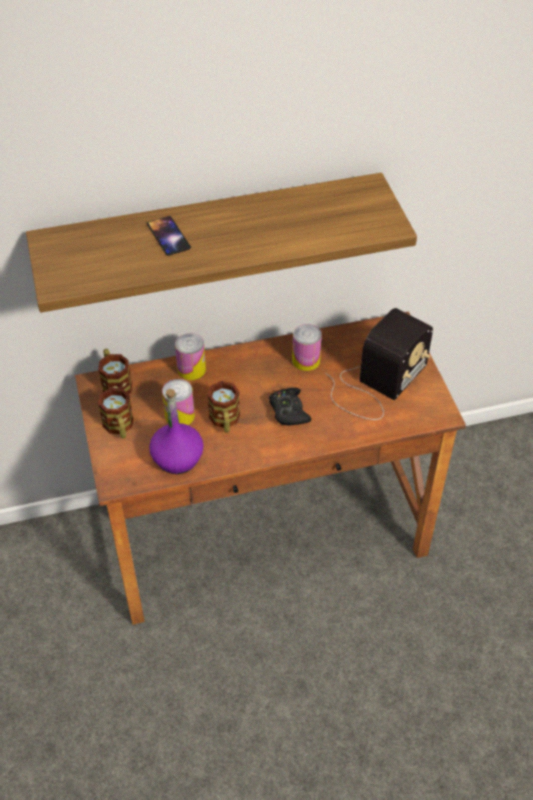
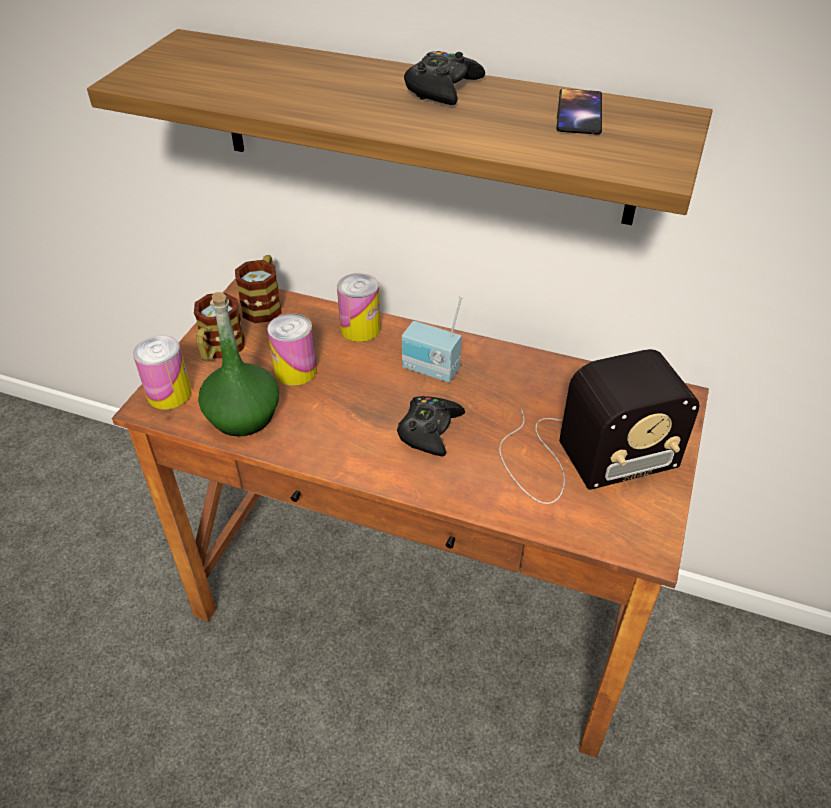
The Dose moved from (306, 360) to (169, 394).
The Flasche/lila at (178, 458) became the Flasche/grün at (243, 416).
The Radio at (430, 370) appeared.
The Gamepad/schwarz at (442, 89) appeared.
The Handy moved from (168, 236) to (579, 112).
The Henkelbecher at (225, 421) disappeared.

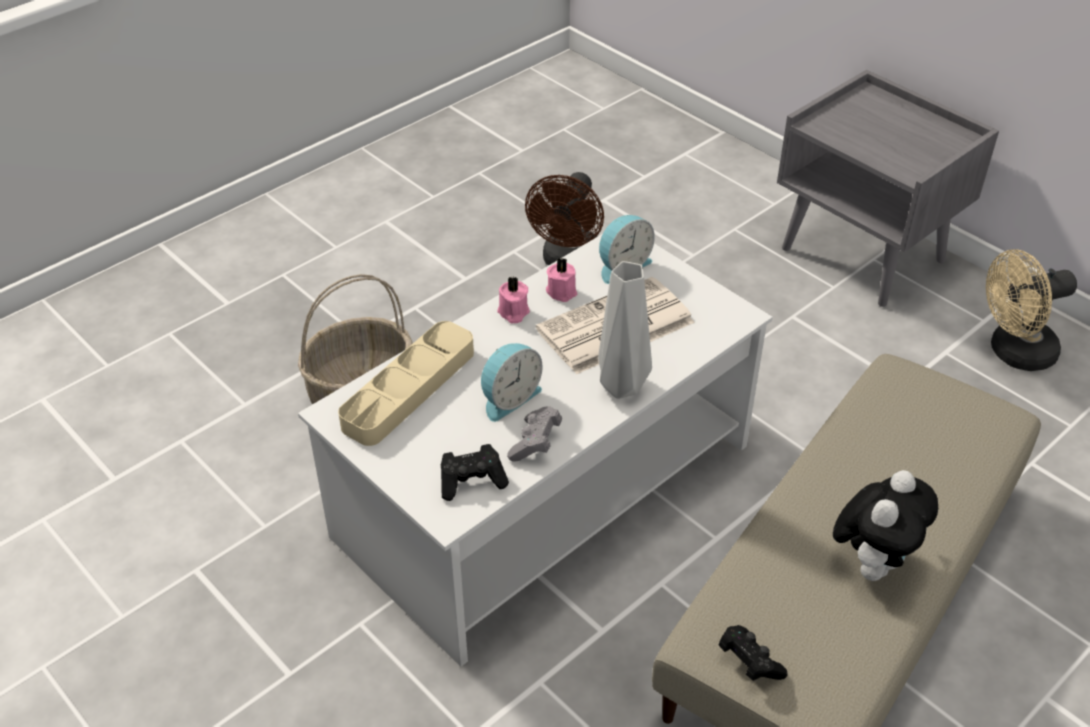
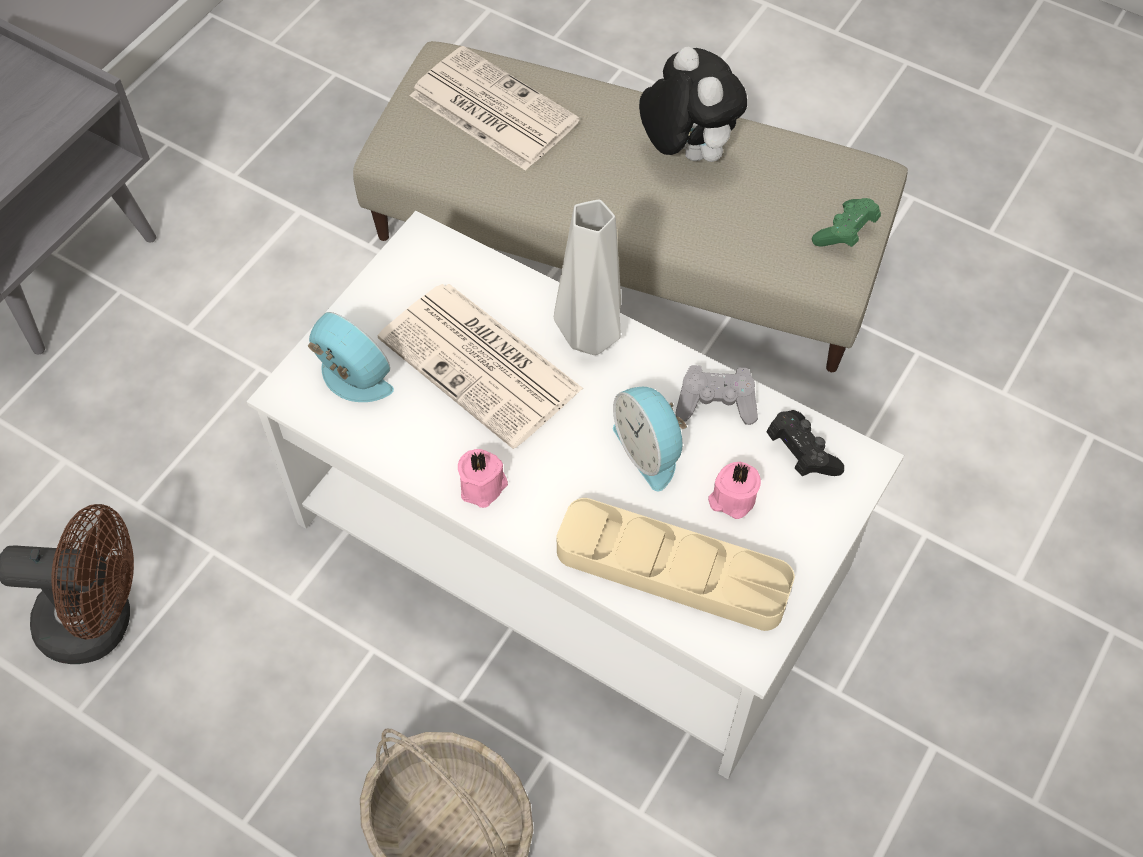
The Zeitung at (491, 109) appeared.
The Wecker at (508, 398) turned 150 degrees counterclockwise.
The Plüschtier at (873, 562) turned 45 degrees clockwise.
The Kerze/rosa moved from (562, 291) to (732, 499).
The Gamepad/schwarz at (748, 662) became the Gamepad/grün at (845, 233).
The Ventilator/beige at (1013, 353) disappeared.

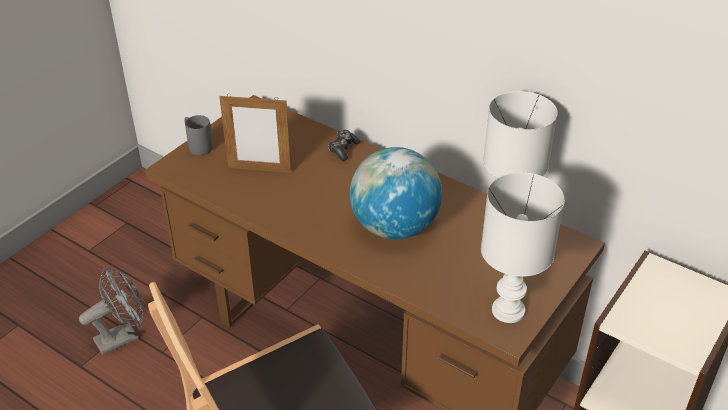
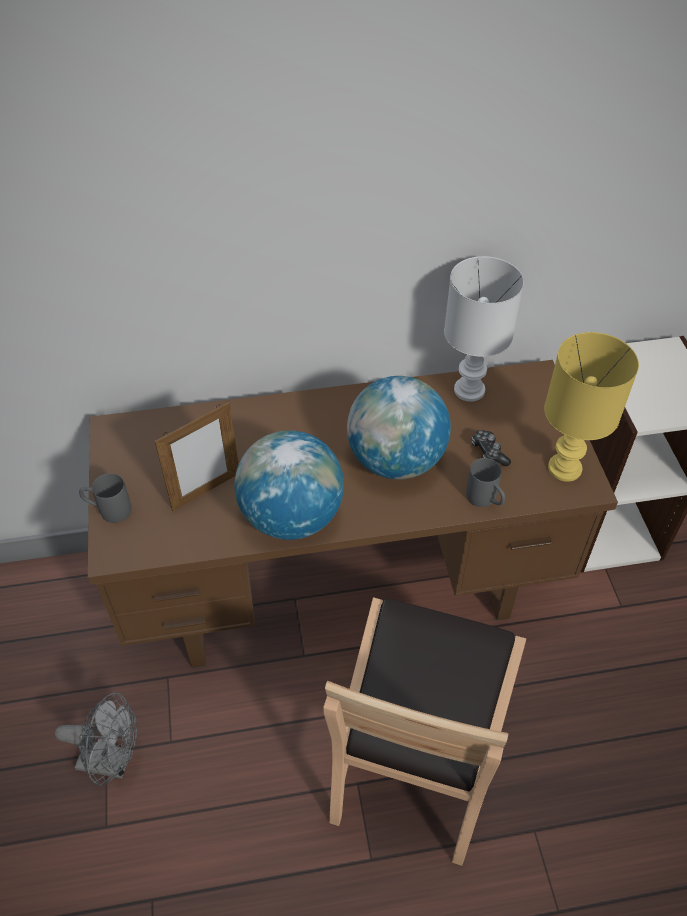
The Ventilator/grau at (123, 337) turned 90 degrees clockwise.
The Globus at (291, 516) appeared.
The Henkelbecher/grau at (485, 500) appeared.
The Gamepad moved from (343, 149) to (488, 453).
The Tischlampe/weiß at (507, 311) became the Tischlampe/gelb at (565, 469).

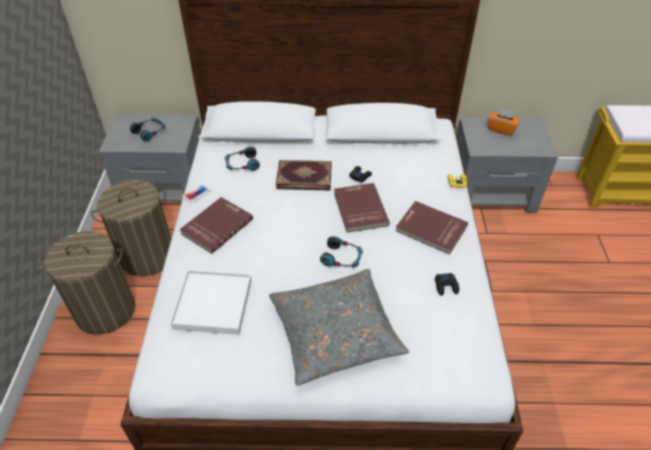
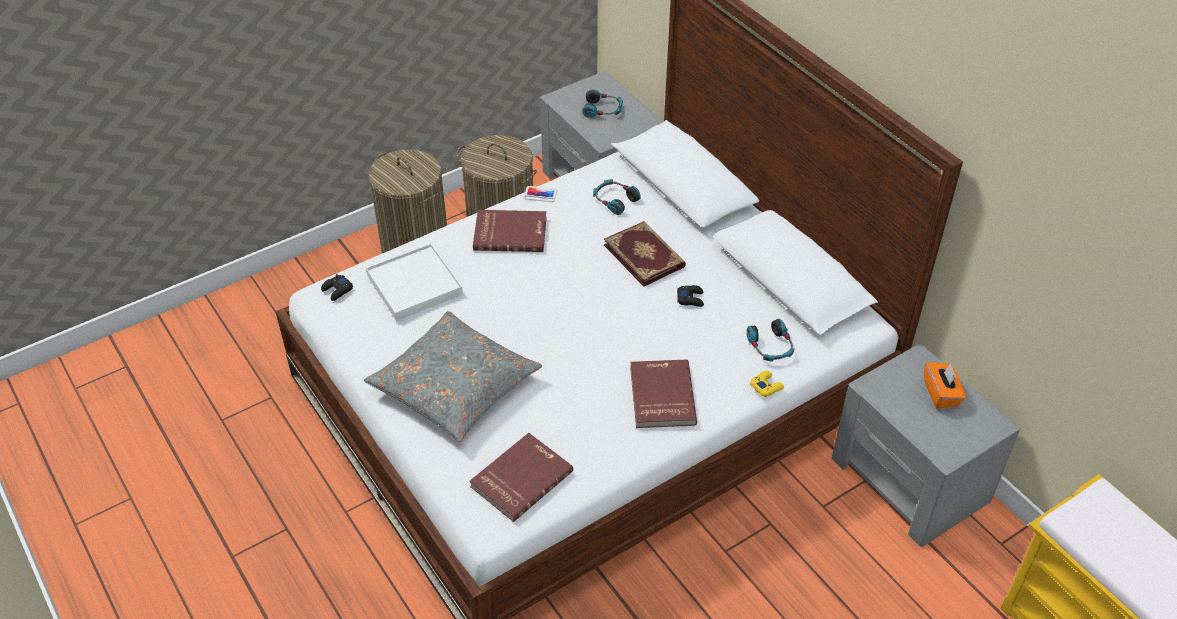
The Gamepad/schwarz moved from (446, 286) to (337, 290).
The Buch/rot moved from (359, 209) to (520, 478).
The Kopfhörer moved from (342, 258) to (770, 347).

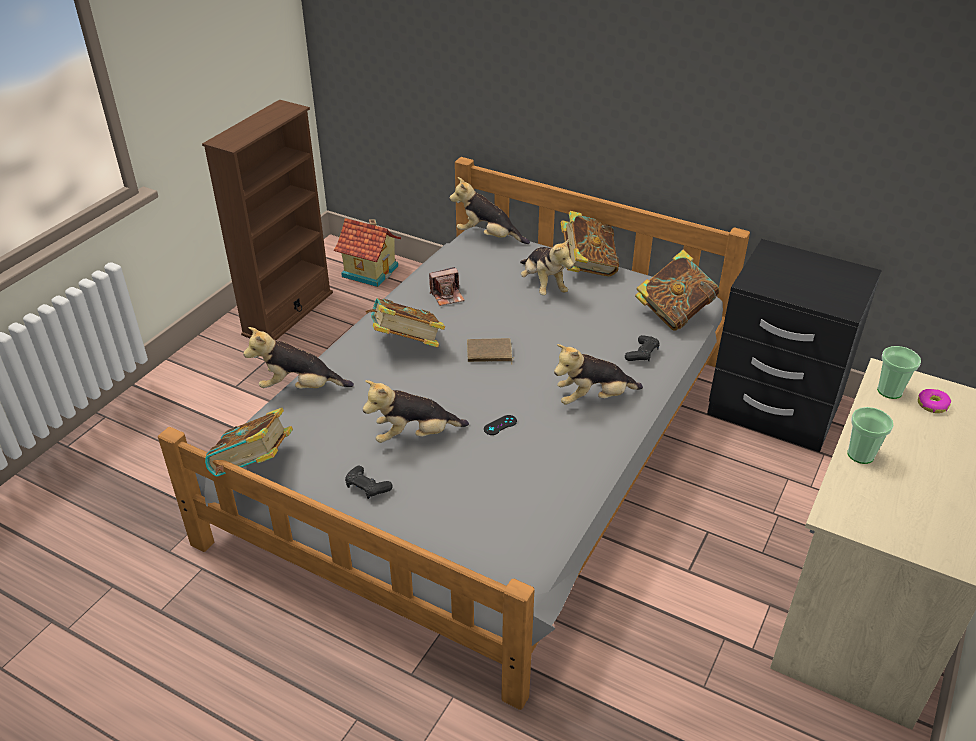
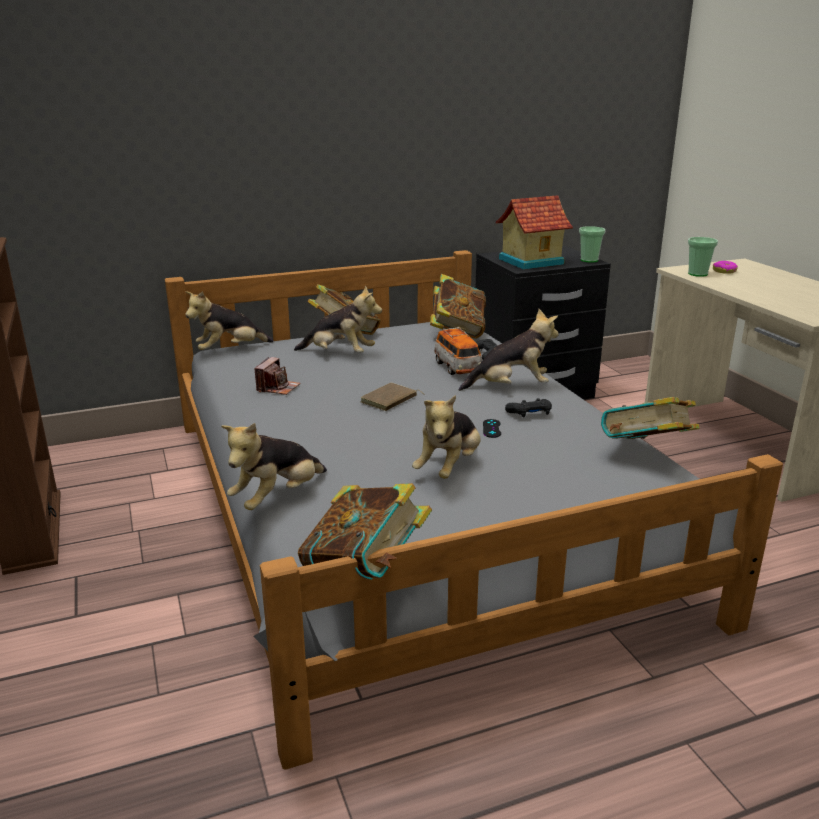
The Spielzeugauto at (457, 368) appeared.
The Plüschtier at (593, 398) turned 120 degrees counterclockwise.
The Spielzeughaus moved from (370, 270) to (529, 261).
The Gamepad/schwarz moved from (367, 487) to (530, 414).
The Tasse moved from (860, 454) to (589, 260).
The Buch moved from (406, 345) to (646, 453).

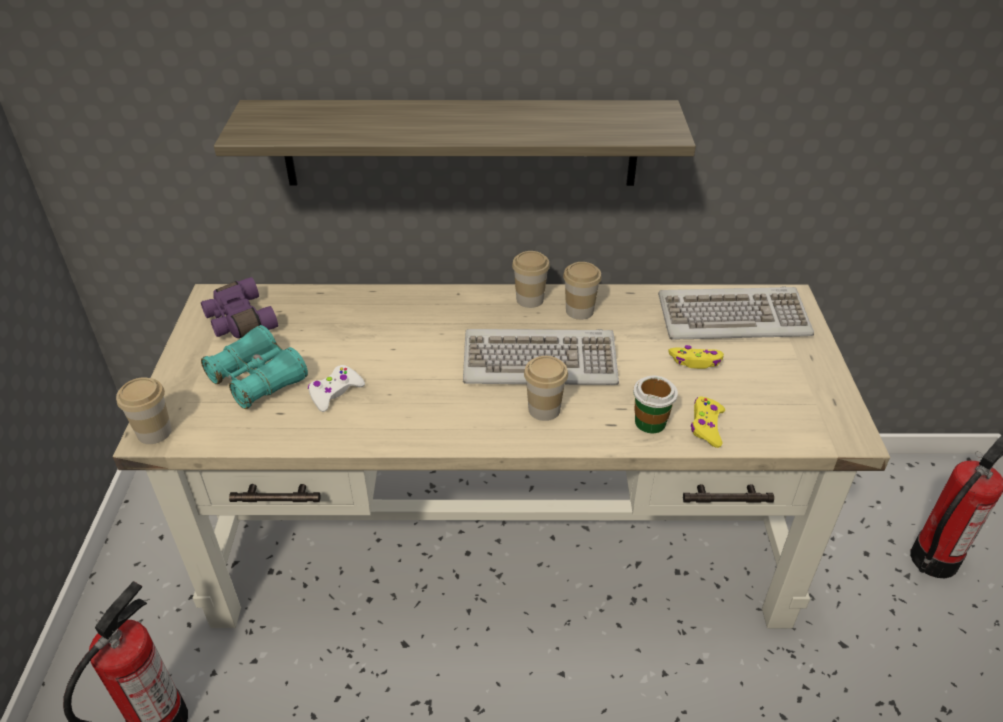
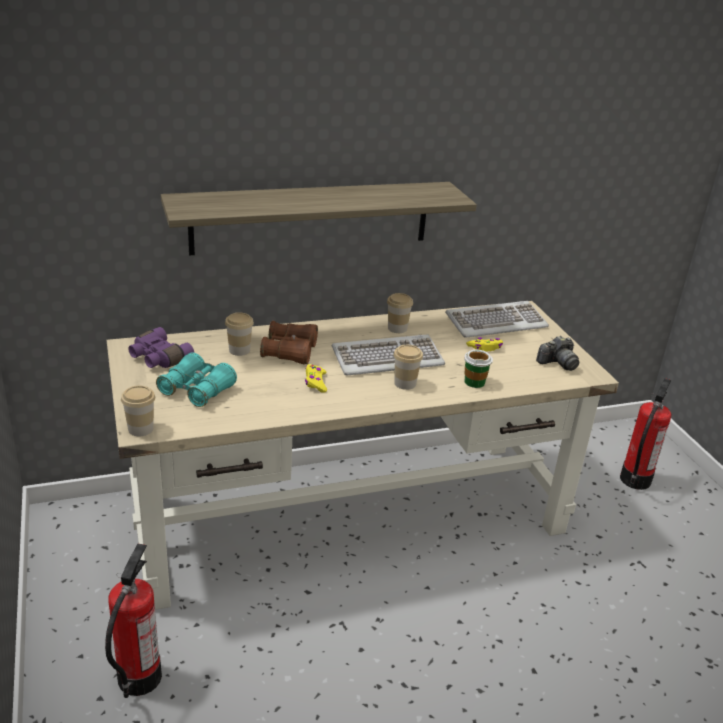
The Tasse moved from (530, 299) to (239, 350).
The Fernglas/braun at (290, 351) appeared.
The Gamepad/gelb moved from (706, 426) to (315, 382).
The Kamera at (558, 363) appeared.
The Gamepad/weiß at (335, 393) disappeared.

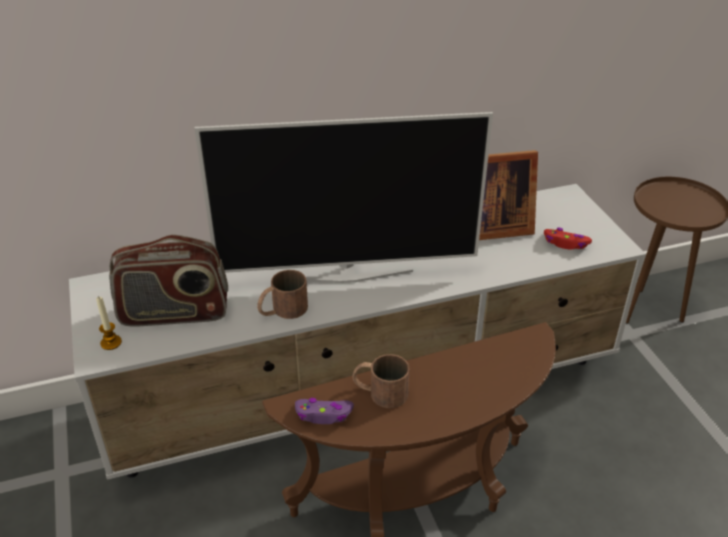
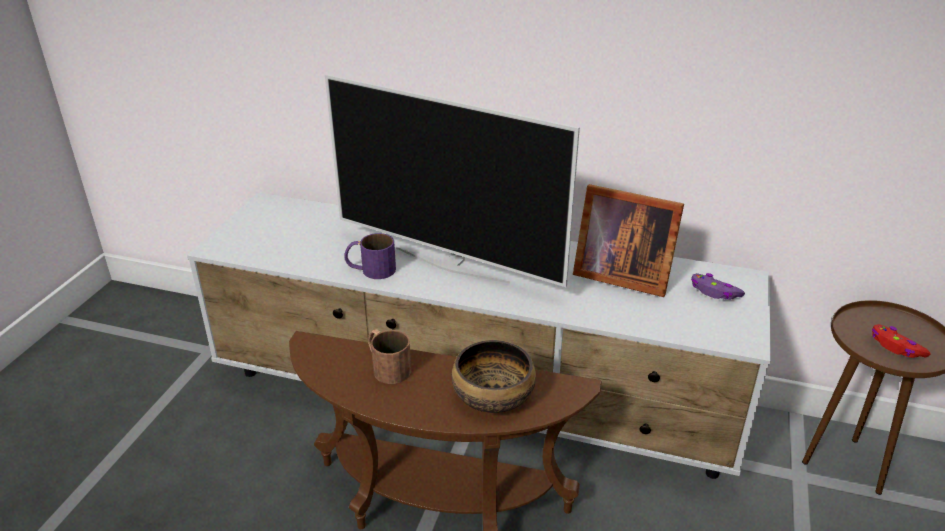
The Henkelbecher/braun at (282, 310) became the Henkelbecher/lila at (370, 269).
The Schüssel at (492, 395) appeared.
The Gamepad/lila moved from (323, 415) to (714, 292).
The Gamepad/rot moved from (566, 243) to (896, 347).
The Kerze at (111, 343) disappeared.
The Radio at (174, 313) disappeared.

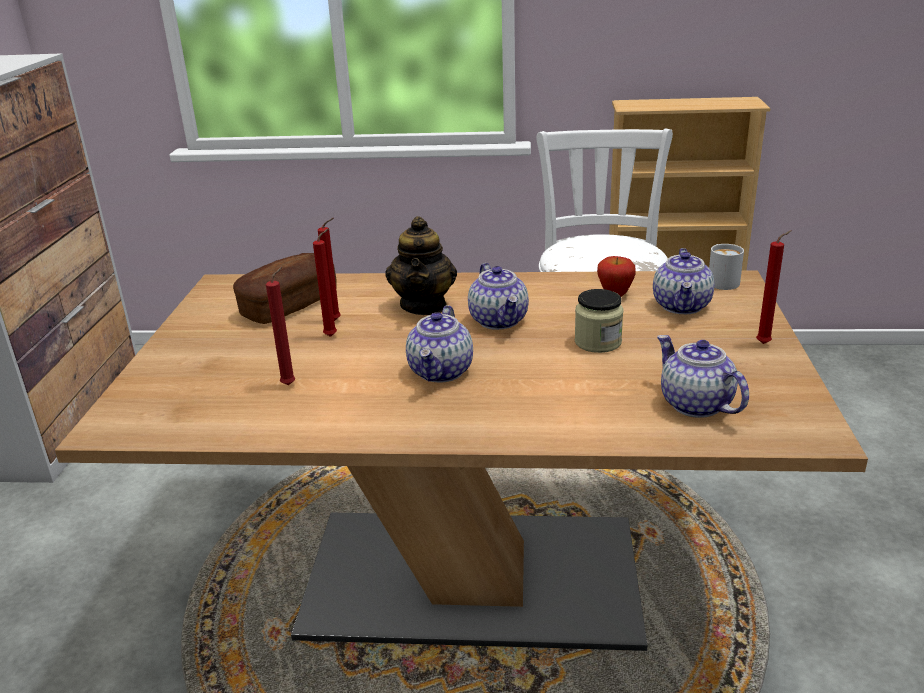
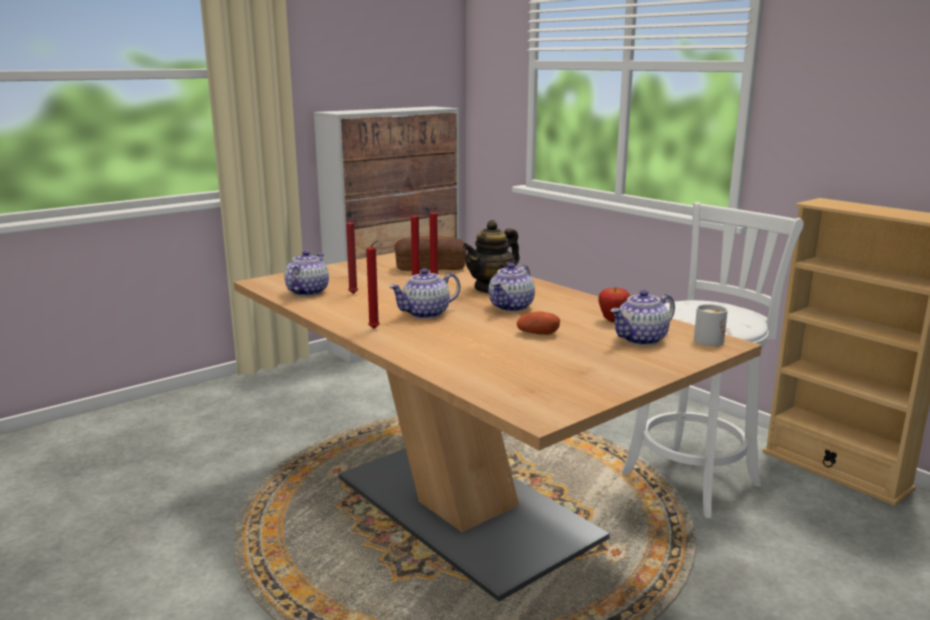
The Teekanne moved from (694, 404) to (307, 292).
The Kerze/rot moved from (765, 343) to (375, 329).
The Vorratsglas at (598, 342) was replaced by the Kartoffel at (537, 334).

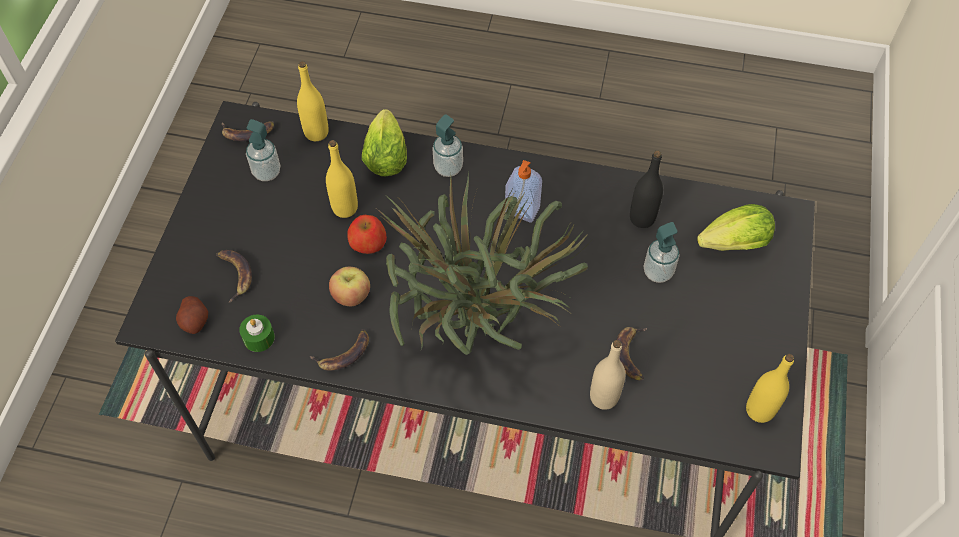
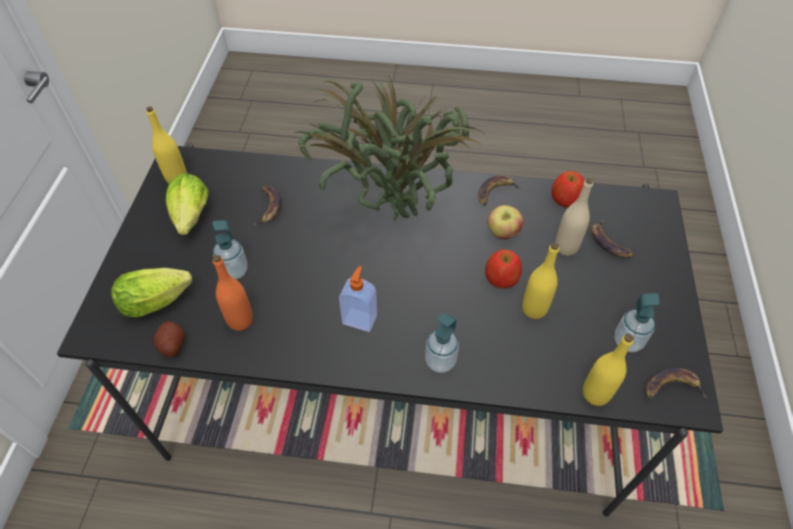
The Kartoffel moved from (195, 321) to (172, 345).
The Salatkopf moved from (386, 154) to (191, 219).
The Flasche/schwarz at (642, 218) became the Flasche/orange at (240, 320).
The Kerze/grün at (259, 338) was replaced by the Apfel at (566, 198).
The Flasche/beige moved from (604, 397) to (566, 247).

